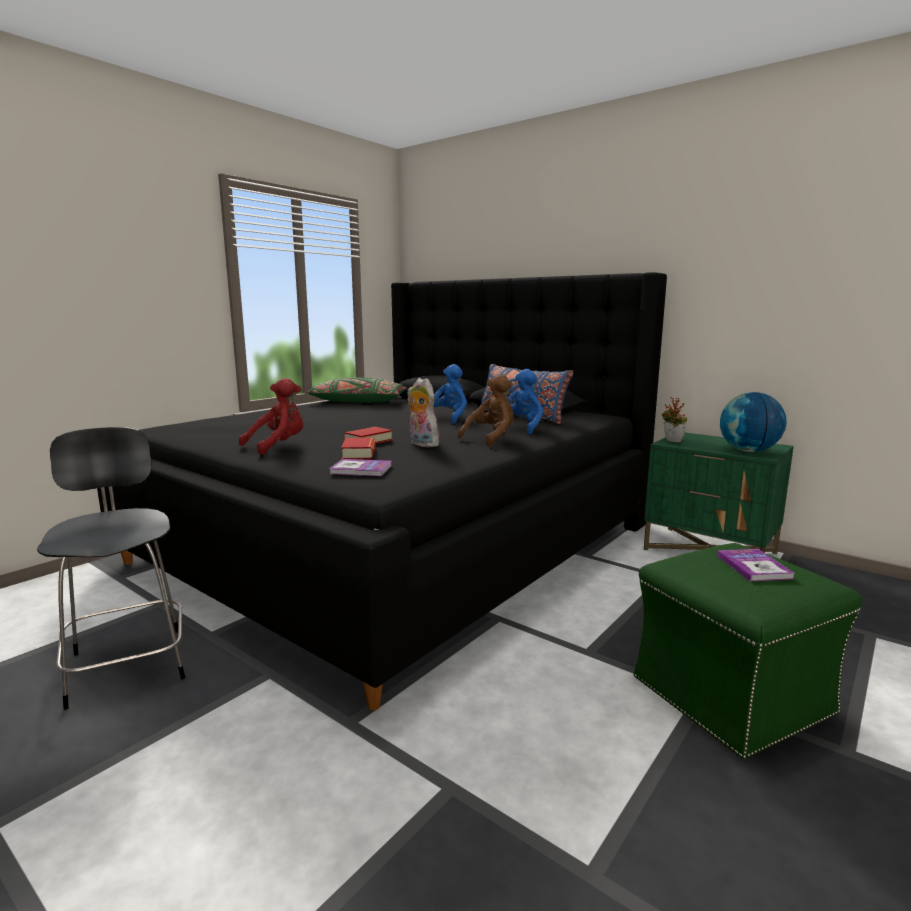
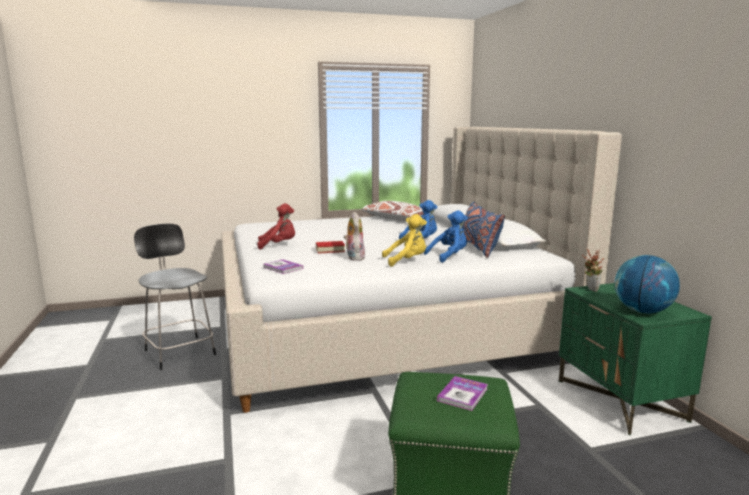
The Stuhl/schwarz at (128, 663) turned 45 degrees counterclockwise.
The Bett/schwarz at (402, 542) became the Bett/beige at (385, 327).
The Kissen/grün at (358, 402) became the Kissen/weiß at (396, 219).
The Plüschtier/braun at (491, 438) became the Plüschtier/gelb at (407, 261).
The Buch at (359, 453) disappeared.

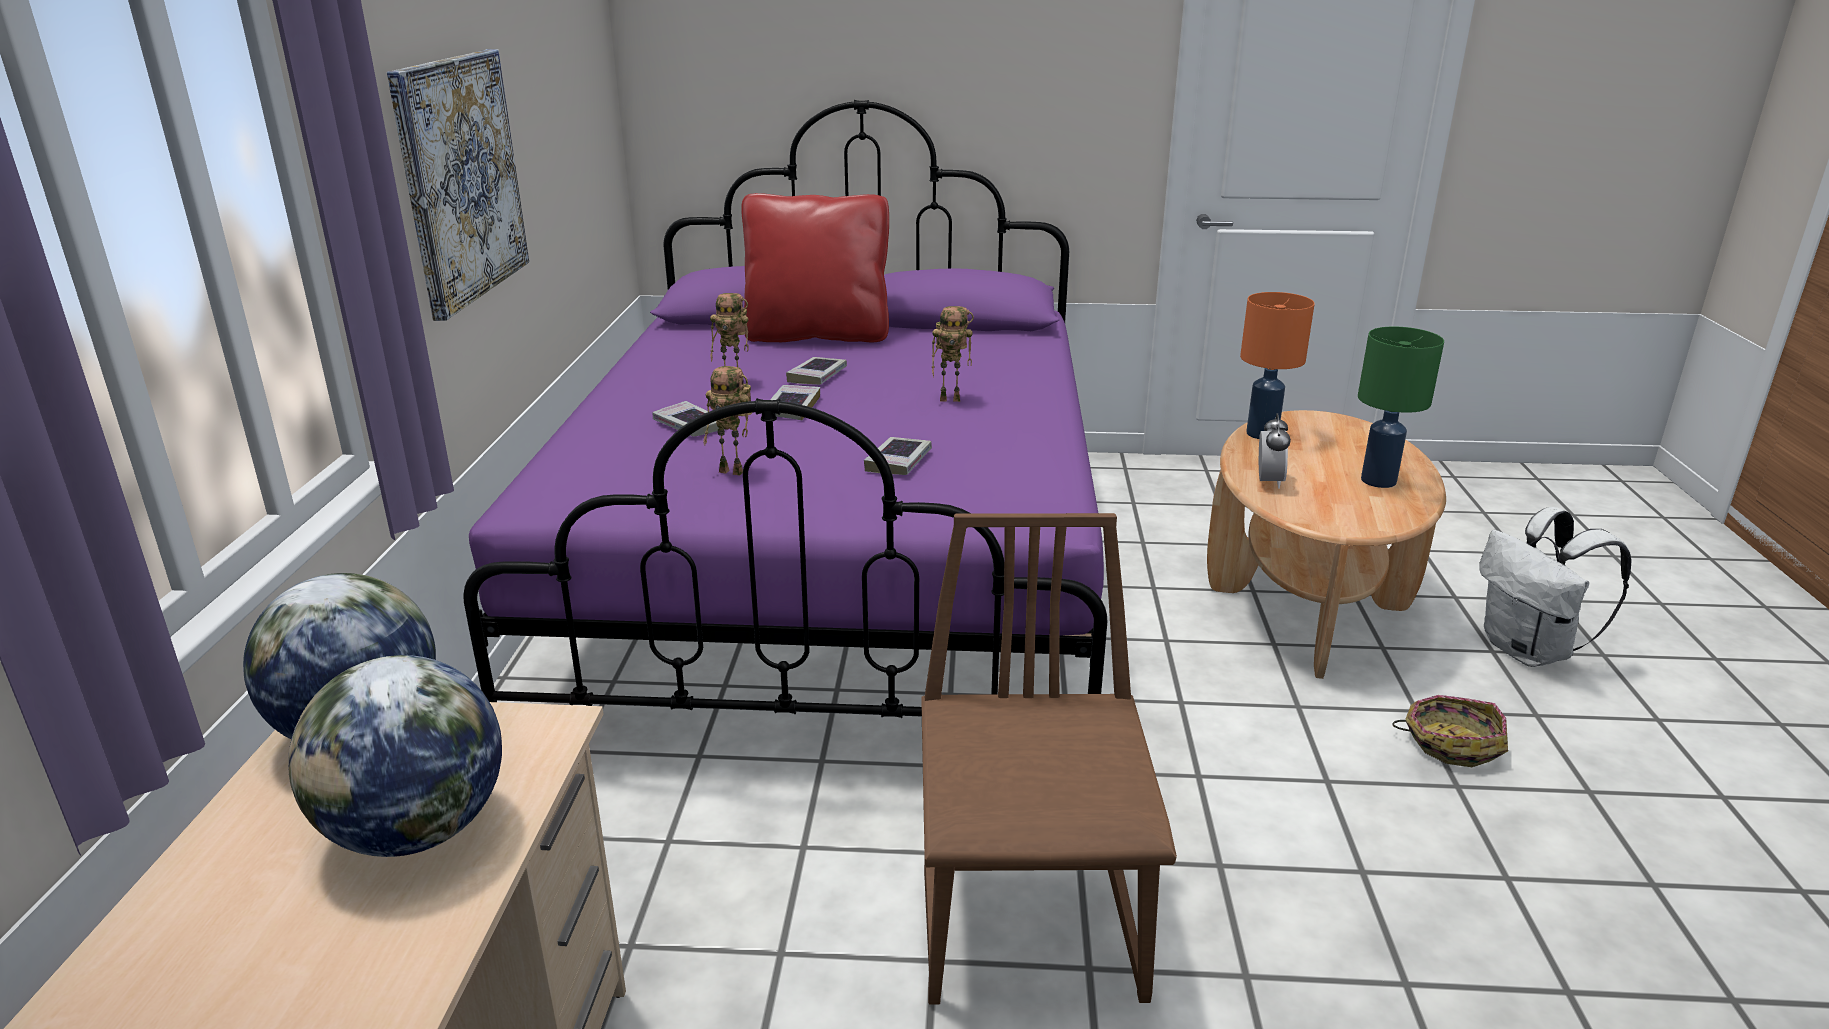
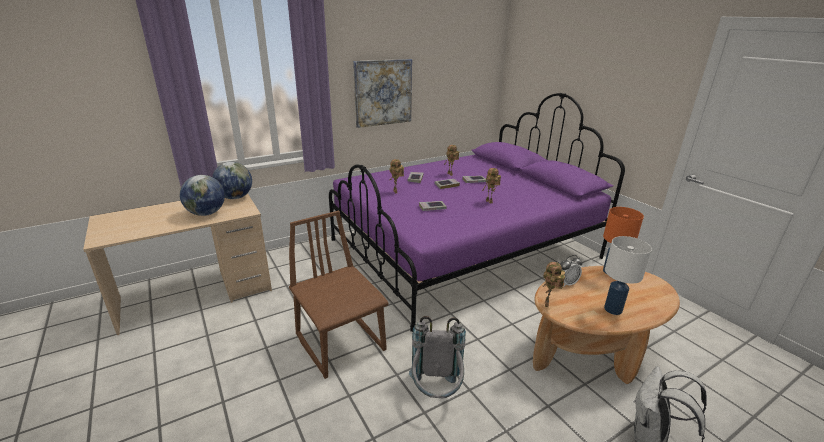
The Stuhl/braun at (1031, 917) turned 90 degrees counterclockwise.
The Rucksack/grau at (436, 392) appeared.
The Spielzeugroboter at (548, 304) appeared.
The Tischlampe/grün at (1379, 481) became the Tischlampe/weiß at (613, 310).
The Kissen/rot at (817, 335) disappeared.
The Korb at (1451, 743) disappeared.

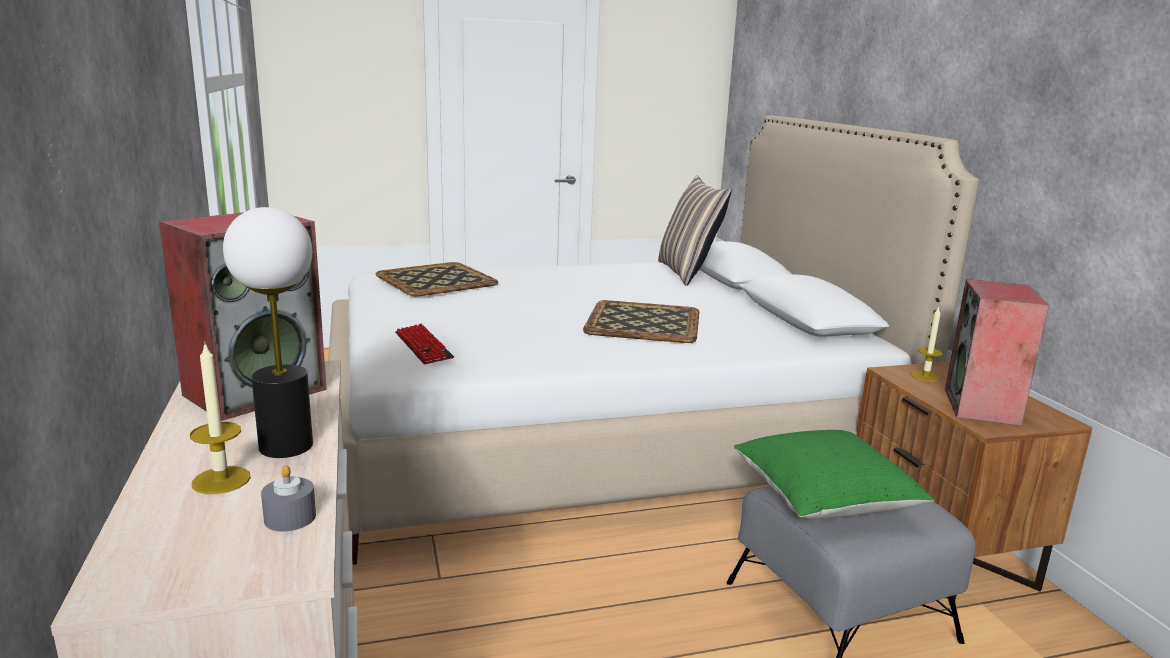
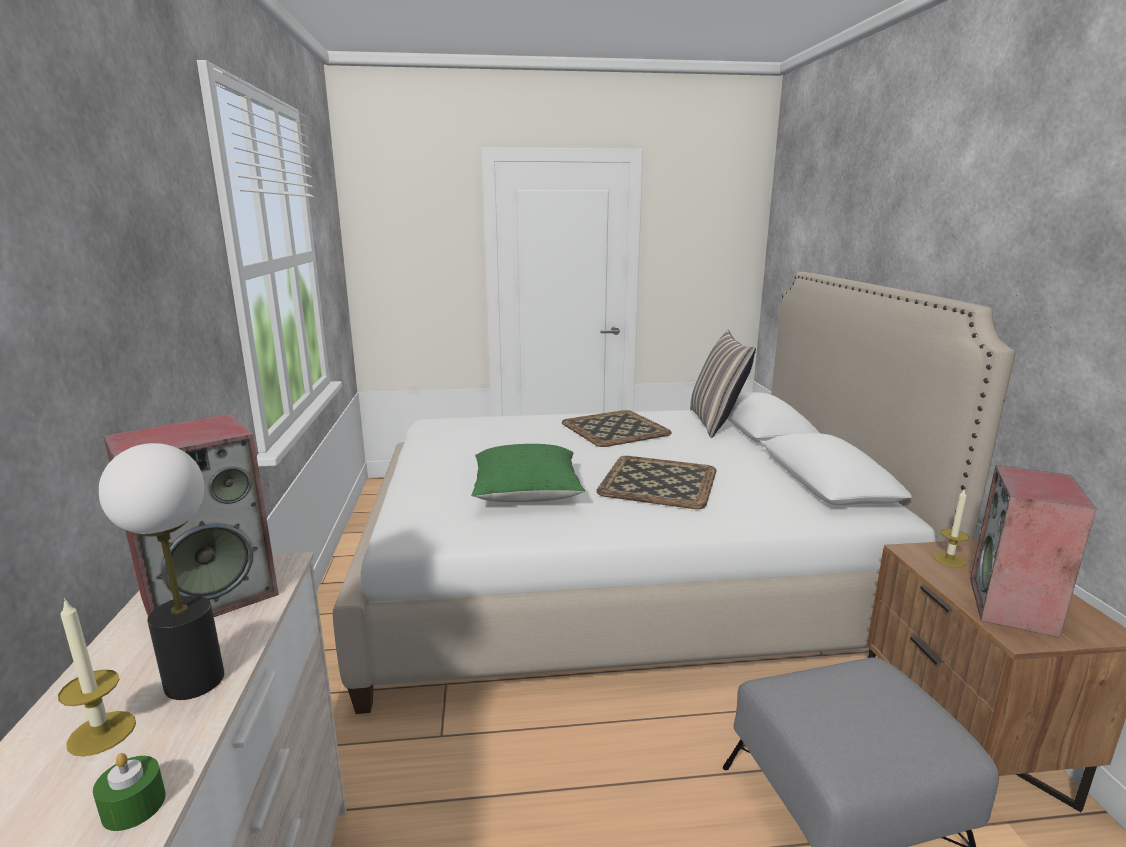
The Kerze/grau at (290, 517) became the Kerze/grün at (134, 806).
The Kissen/grün moved from (824, 499) to (526, 493).
The Tablett moved from (436, 280) to (614, 429).
The Tastatur at (423, 346) disappeared.

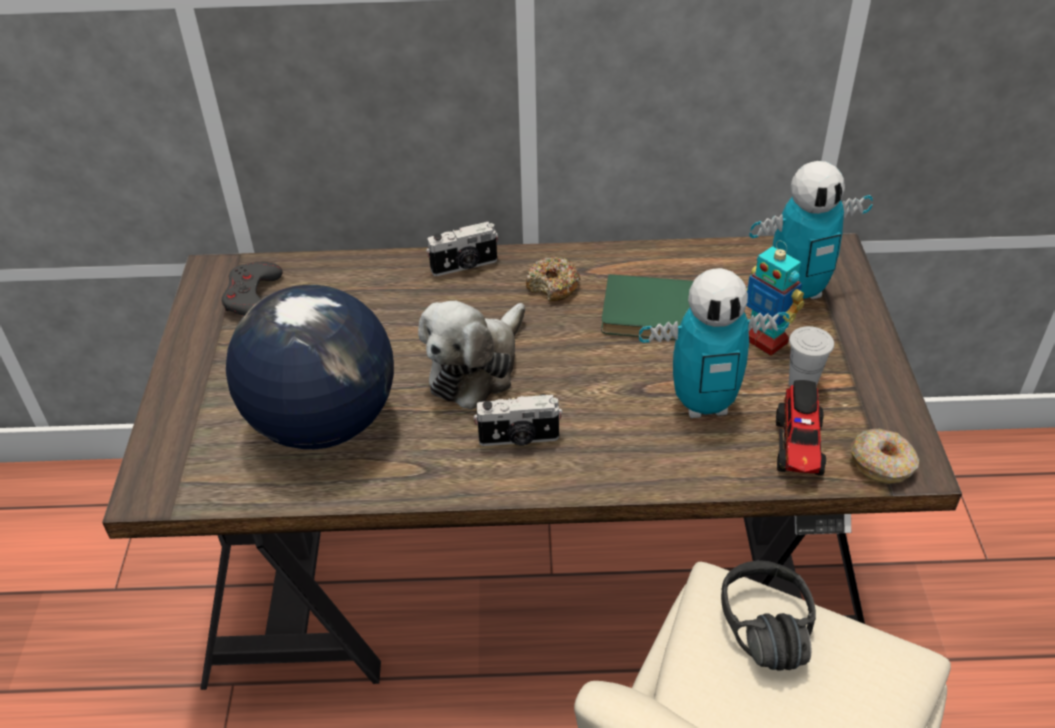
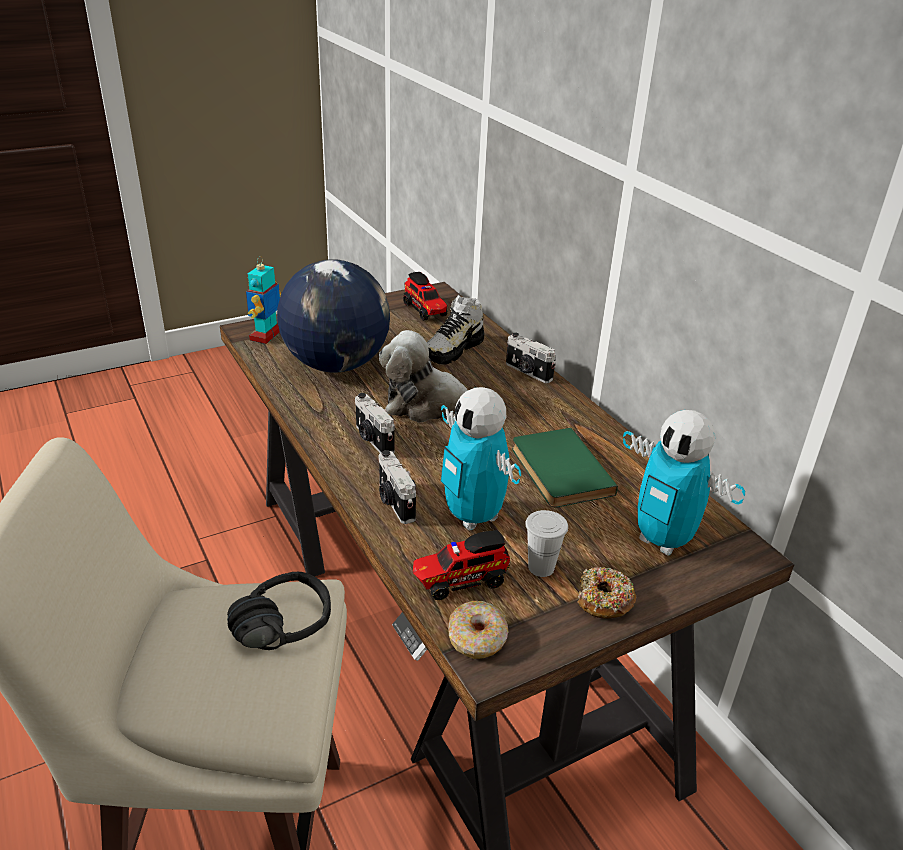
The Spielzeugroboter moved from (764, 339) to (266, 336).
The Kamera at (394, 502) appeared.
The Gamepad/grau at (253, 297) was replaced by the Spielzeuglaster at (425, 311).
The Schuh at (453, 350) appeared.
The Donut moved from (553, 286) to (603, 600).

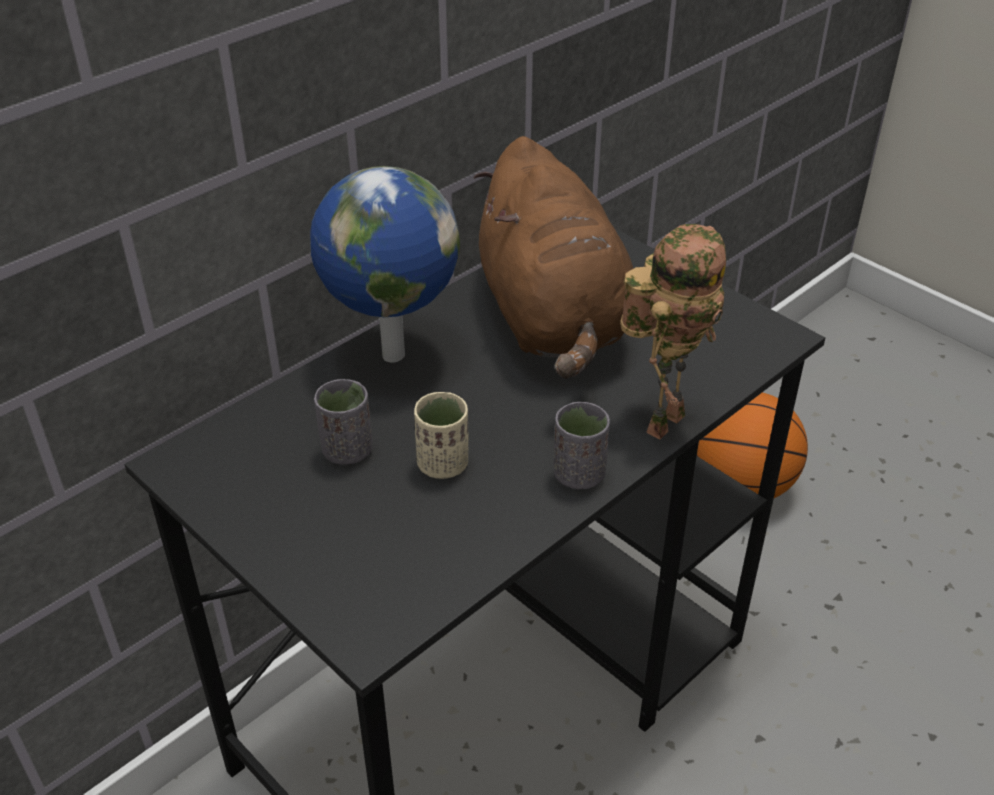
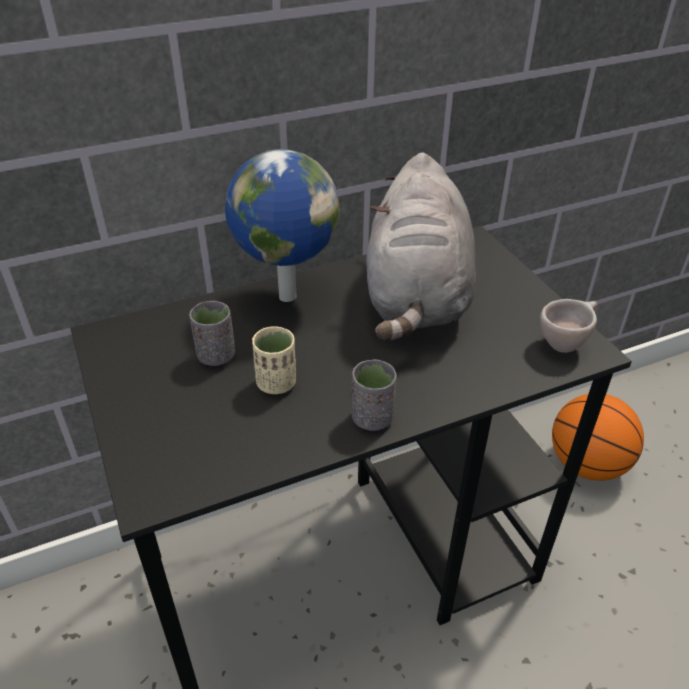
The Plüschtier/braun at (554, 320) became the Plüschtier/grau at (417, 298).
The Tasse/beige at (565, 342) appeared.
The Spielzeugroboter at (662, 419) disappeared.

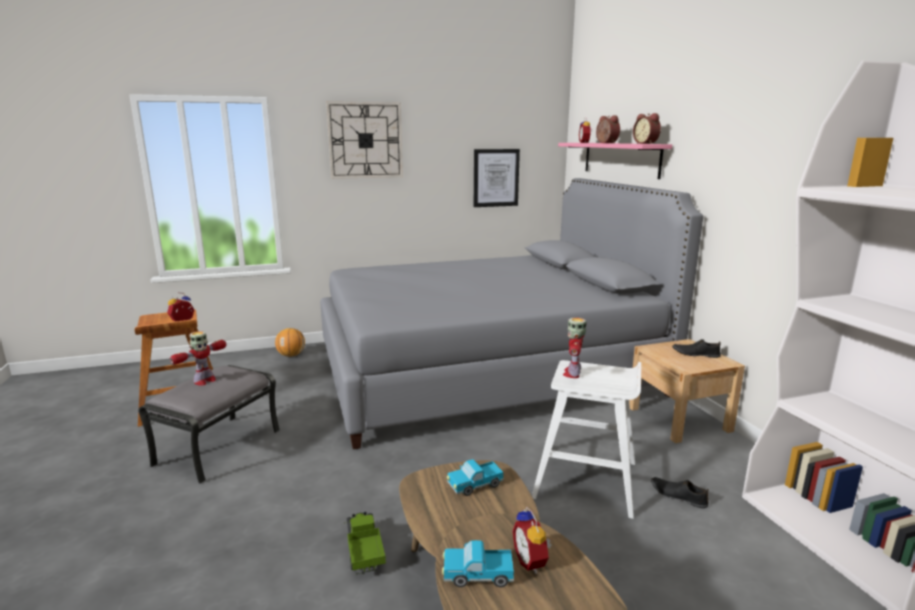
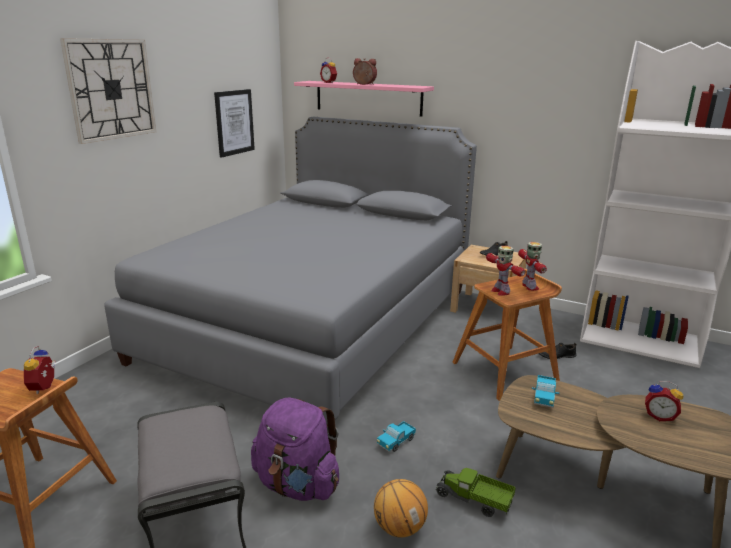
The Rucksack/lila at (297, 484) appeared.
The Basketball moved from (291, 355) to (399, 527).
The Spielzeuglaster moved from (477, 575) to (396, 442).
The Hocker/weiß at (587, 480) became the Hocker/braun at (505, 371).
The Spielzeugroboter moved from (204, 381) to (529, 287).
The Wecker at (646, 143) disappeared.

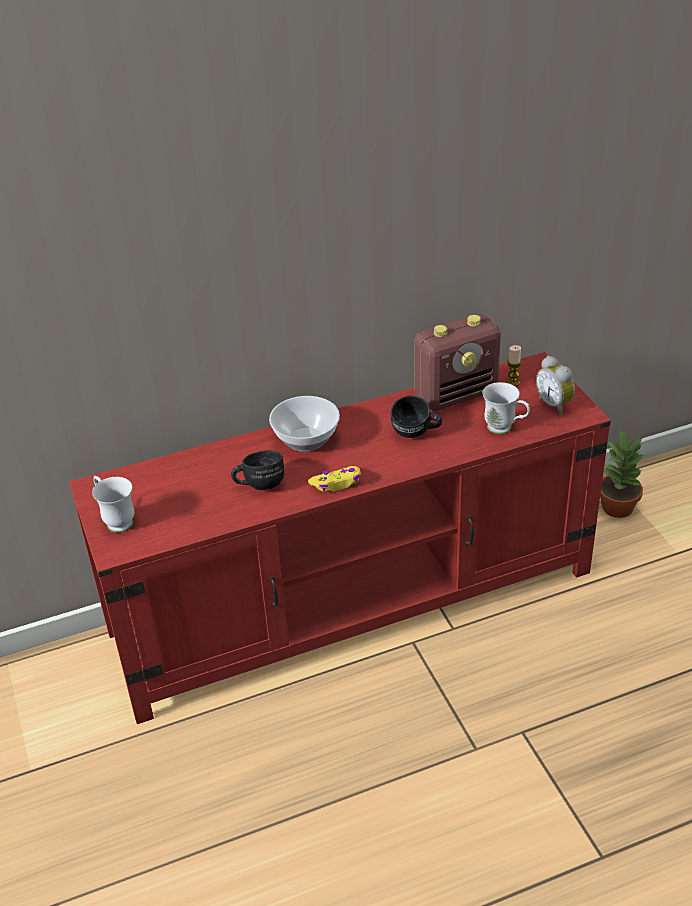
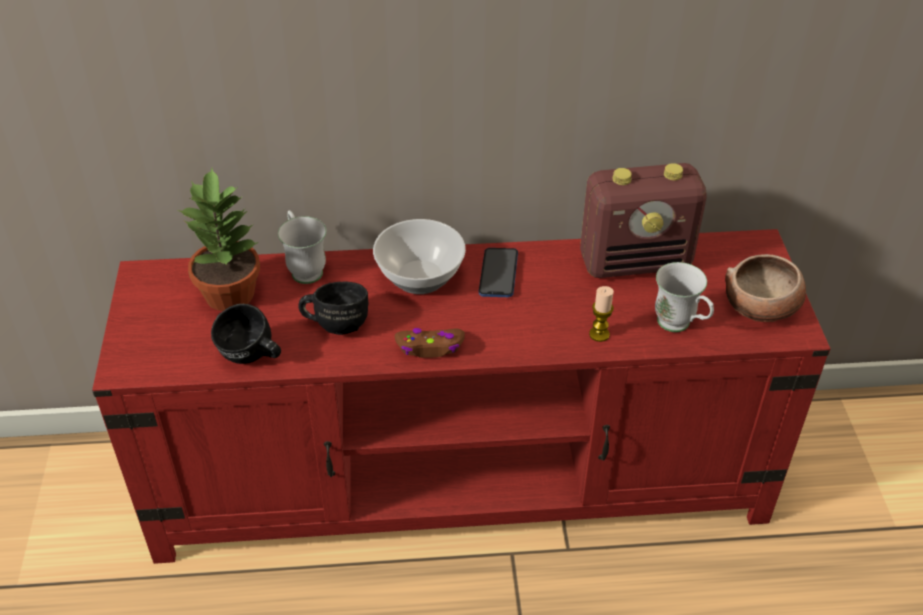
The Topfpflanze moved from (618, 507) to (231, 294).
The Henkelbecher/schwarz moved from (416, 434) to (251, 358).
The Henkelbecher/weiß moved from (116, 520) to (304, 268).
The Gamepad/gelb at (336, 483) became the Gamepad/braun at (430, 347).
The Handy at (498, 274) appeared.
The Kerze moved from (513, 382) to (599, 334).
The Wecker at (555, 405) was replaced by the Schüssel at (761, 308).

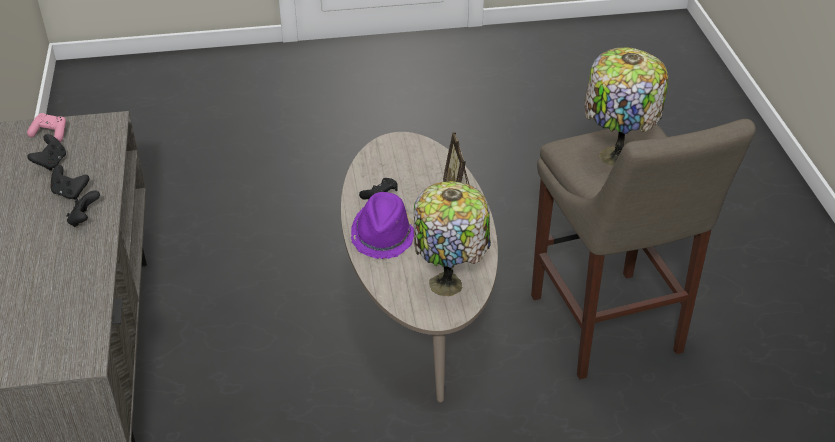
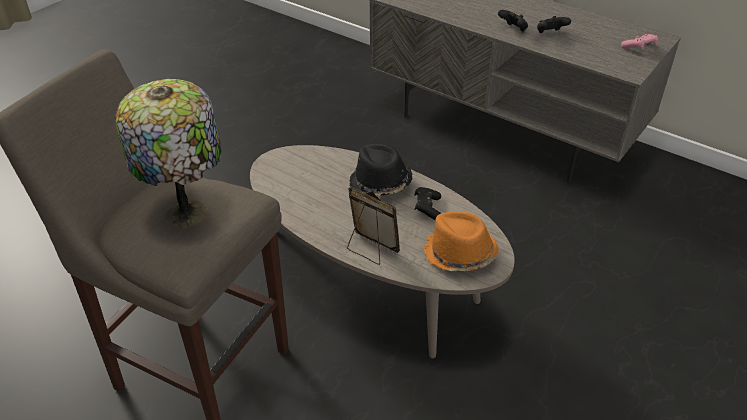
The Hut/lila at (383, 235) became the Hut/schwarz at (380, 183).
The Hut/orange at (459, 254) appeared.
The Gamepad/schwarz at (51, 163) disappeared.
The Tischlampe at (449, 285) disappeared.

